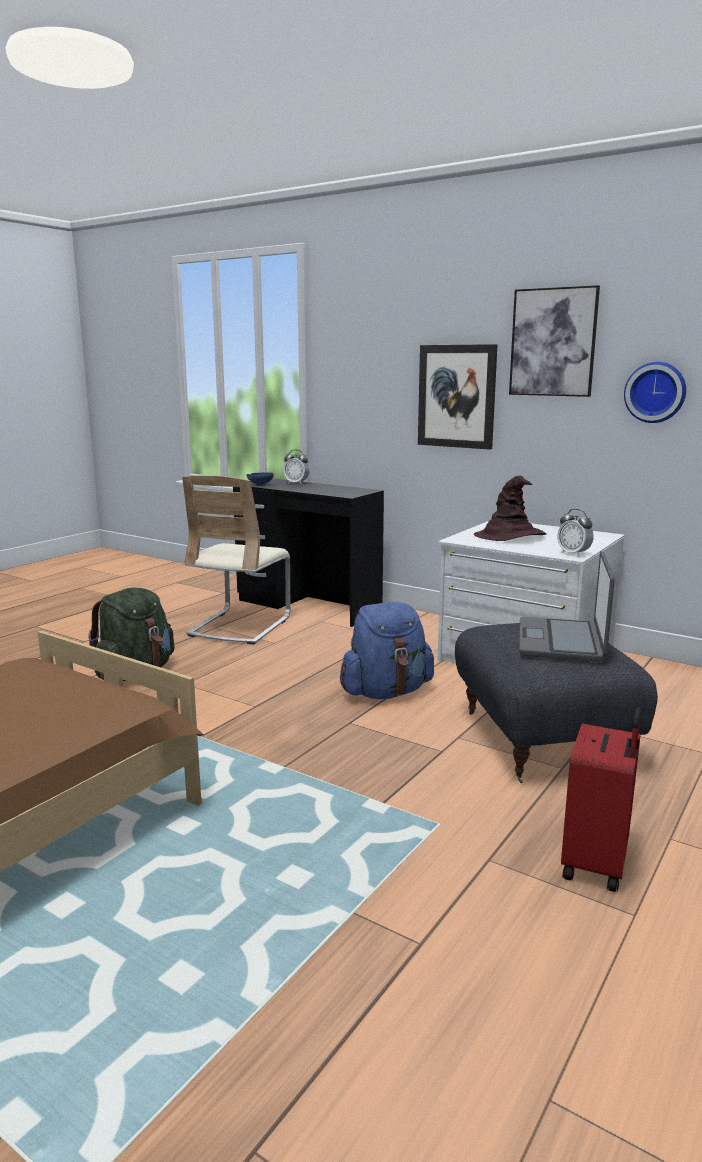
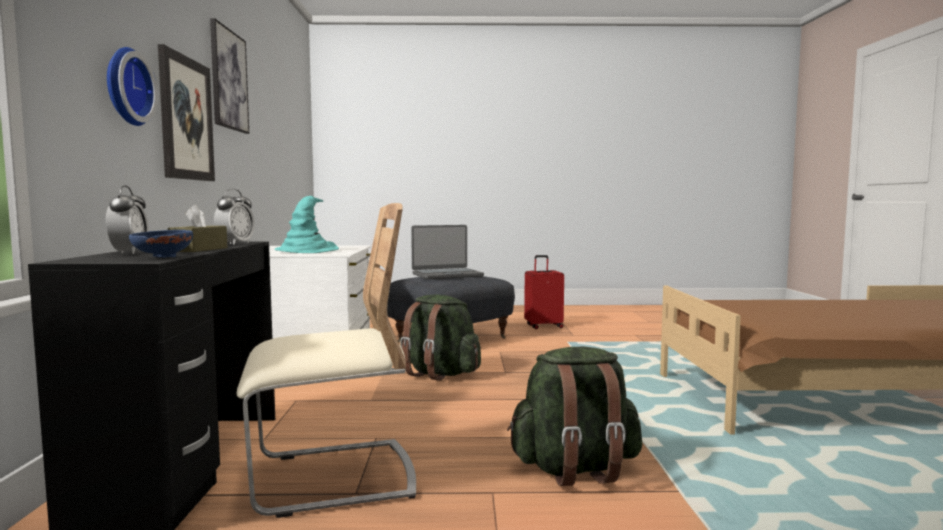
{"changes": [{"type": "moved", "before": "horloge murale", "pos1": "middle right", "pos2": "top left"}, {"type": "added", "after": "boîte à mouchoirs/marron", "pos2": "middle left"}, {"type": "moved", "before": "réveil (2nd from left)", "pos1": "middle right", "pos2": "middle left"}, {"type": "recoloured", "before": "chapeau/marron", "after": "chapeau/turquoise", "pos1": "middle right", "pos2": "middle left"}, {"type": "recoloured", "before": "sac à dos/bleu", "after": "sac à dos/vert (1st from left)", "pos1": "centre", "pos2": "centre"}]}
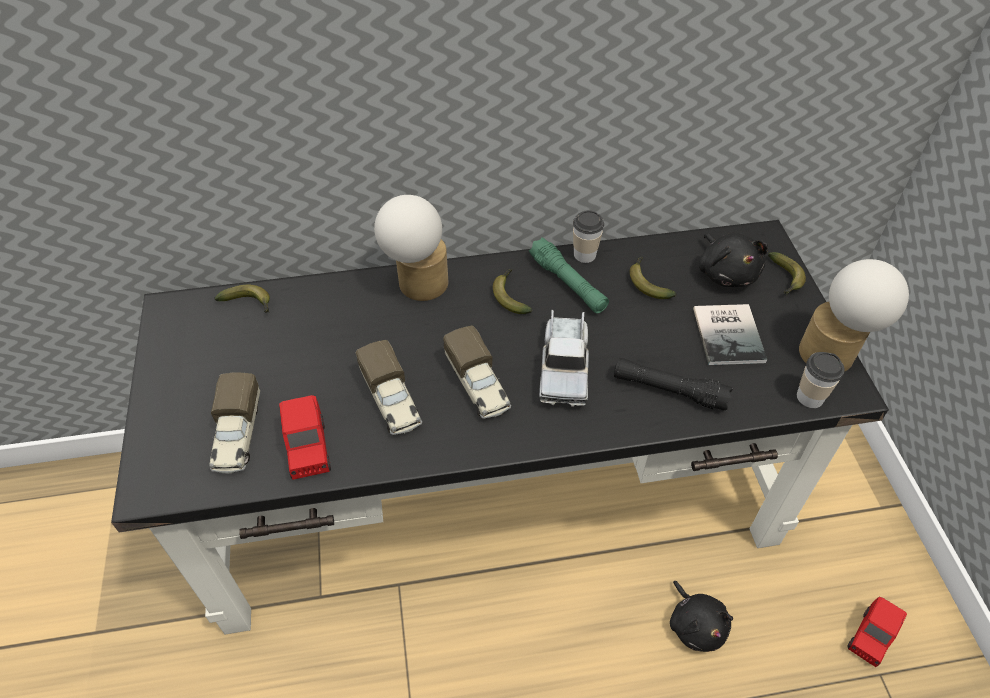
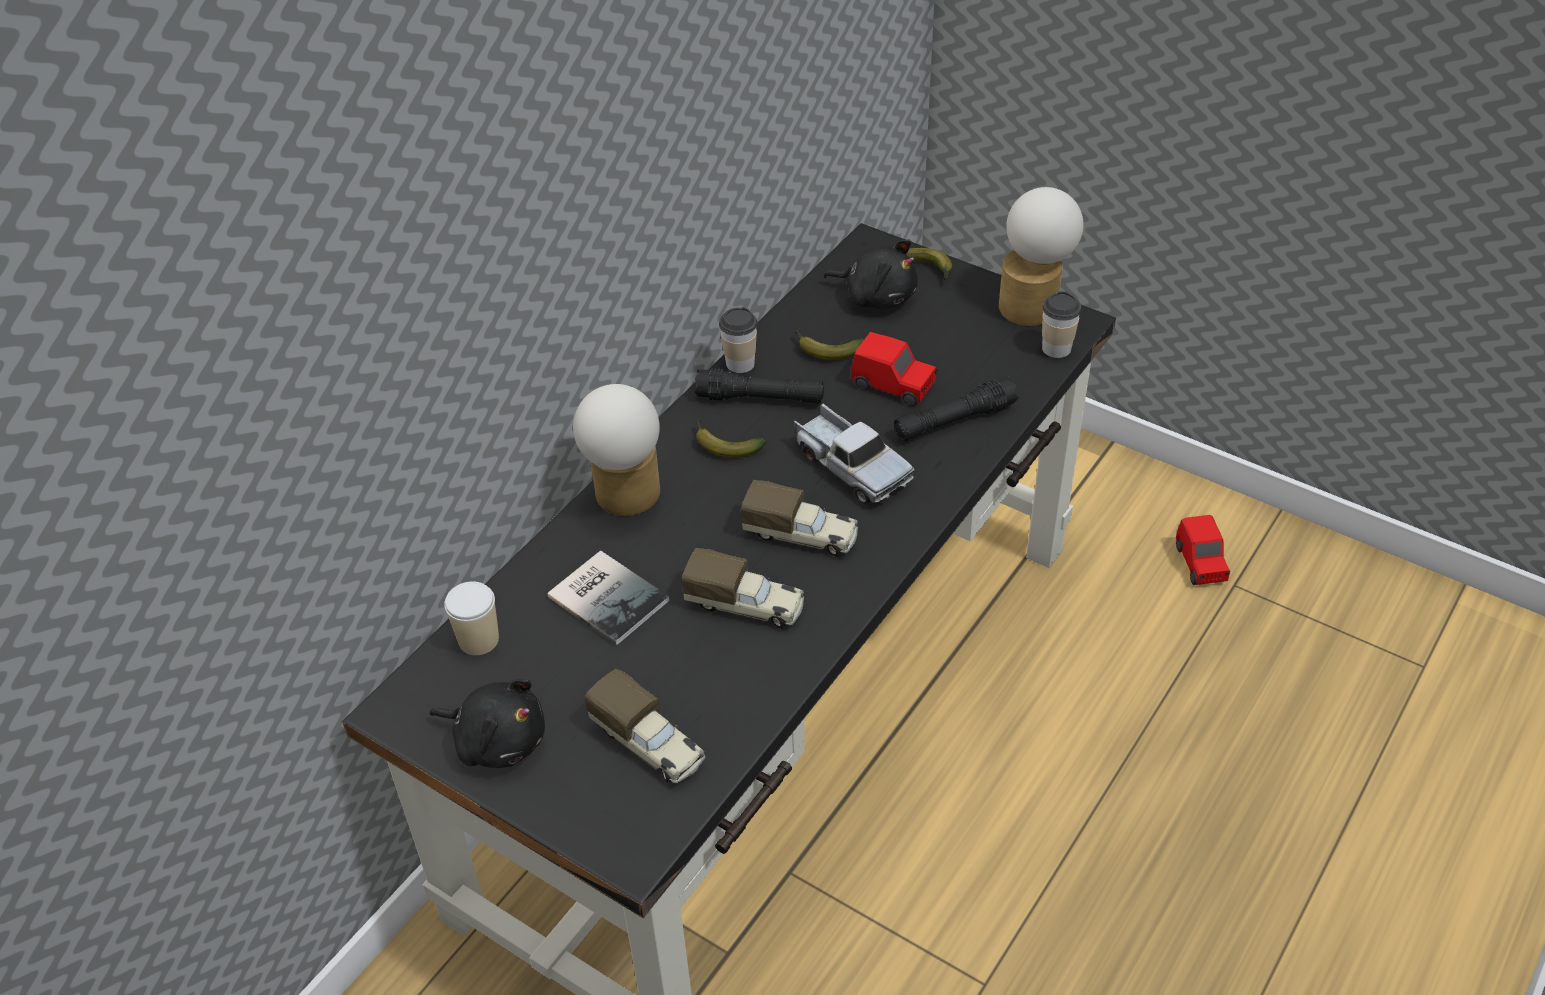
{"changes": [{"type": "moved", "before": "peluche/noir (1st from left)", "pos1": "bottom right", "pos2": "bottom left"}, {"type": "replaced", "before": "banane (1st from left)", "after": "tasse (1st from left)", "pos1": "middle left", "pos2": "middle left"}, {"type": "moved", "before": "livre", "pos1": "middle right", "pos2": "centre"}, {"type": "recoloured", "before": "lampe de poche/vert", "after": "lampe de poche/noir (1st from left)", "pos1": "centre", "pos2": "centre"}, {"type": "moved", "before": "petite voiture/rouge (1st from left)", "pos1": "middle left", "pos2": "centre"}]}
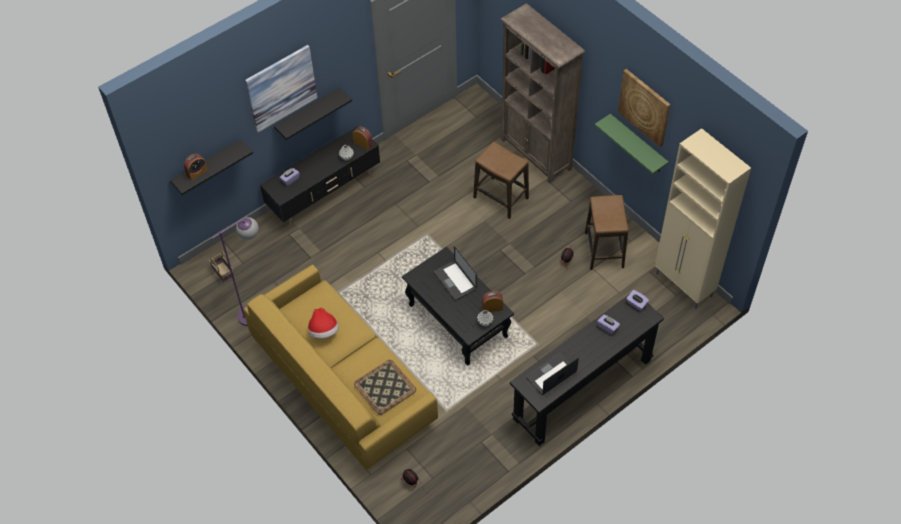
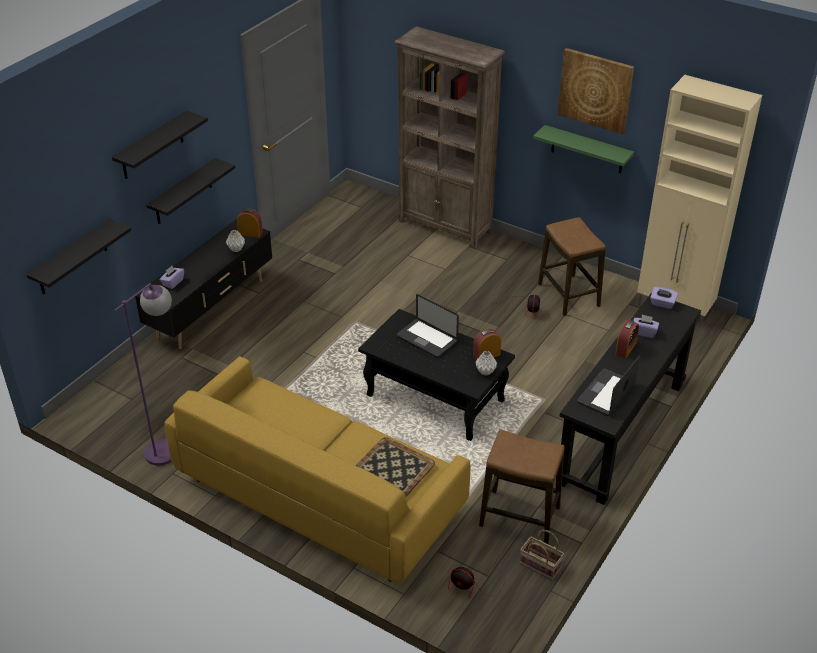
{"changes": [{"type": "replaced", "before": "tableau (1st from left)", "after": "étagère/noir (2nd from left)", "pos1": "top left", "pos2": "top left"}, {"type": "moved", "before": "tabouret (1st from left)", "pos1": "centre", "pos2": "bottom centre"}, {"type": "moved", "before": "panier", "pos1": "middle left", "pos2": "bottom centre"}, {"type": "moved", "before": "réveil (1st from left in the first image)", "after": "réveil (3rd from left)", "pos1": "top left", "pos2": "middle right"}, {"type": "removed", "before": "chapeau", "pos1": "centre"}]}
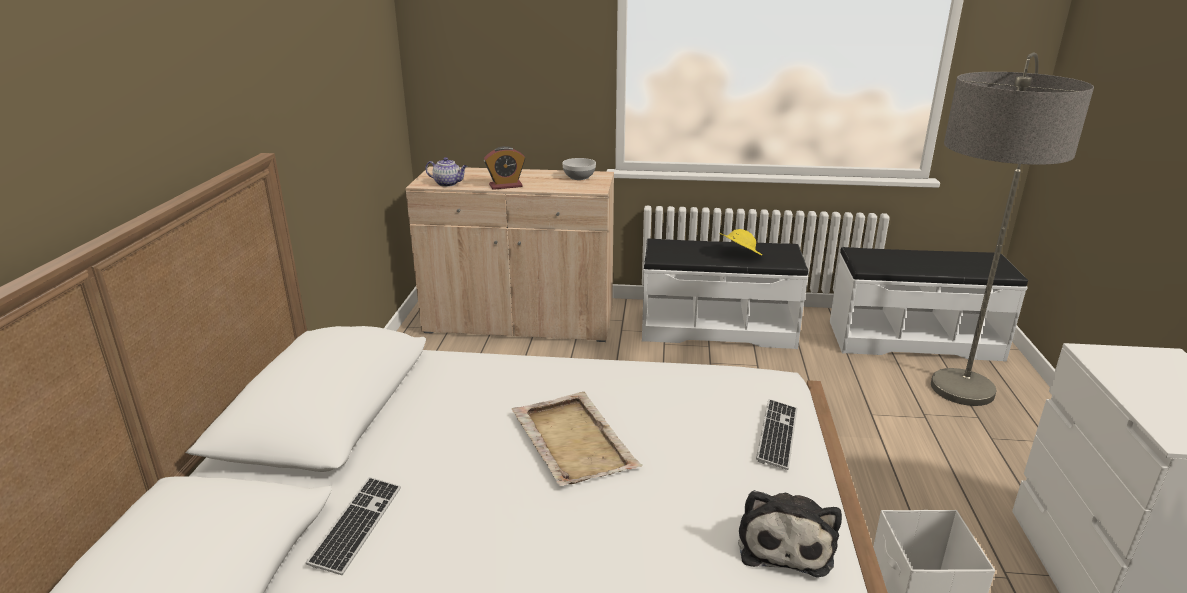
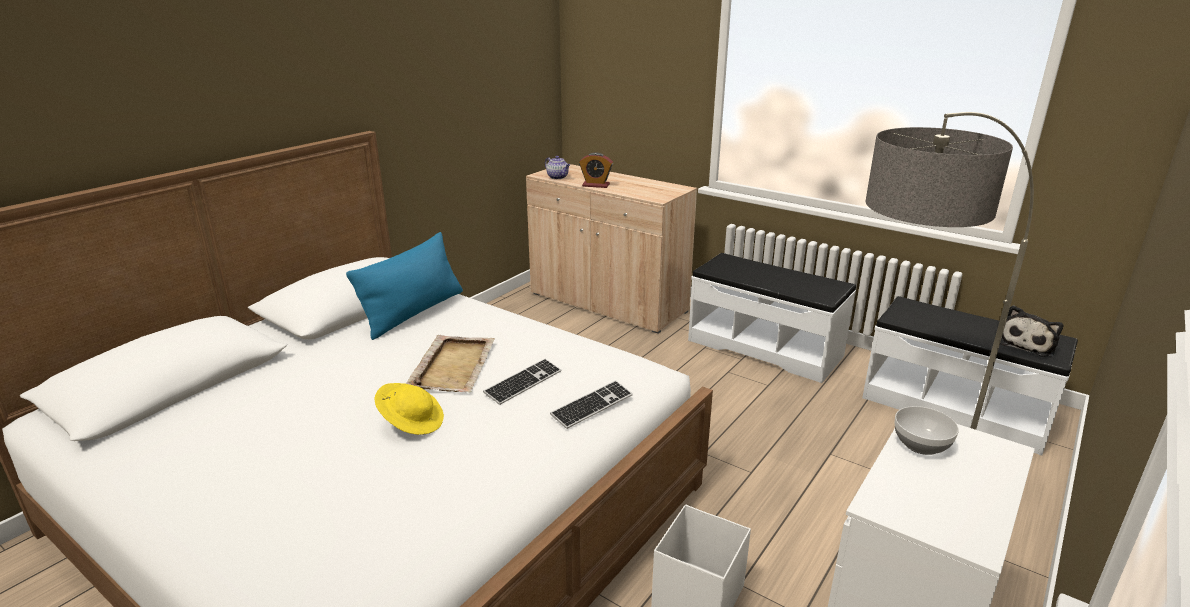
{"changes": [{"type": "added", "after": "coussin/bleu", "pos2": "centre"}, {"type": "moved", "before": "chapeau/jaune", "pos1": "centre", "pos2": "bottom centre"}, {"type": "moved", "before": "clavier (1st from left)", "pos1": "bottom left", "pos2": "centre"}, {"type": "moved", "before": "bol", "pos1": "top centre", "pos2": "bottom right"}, {"type": "moved", "before": "peluche", "pos1": "bottom centre", "pos2": "middle right"}]}
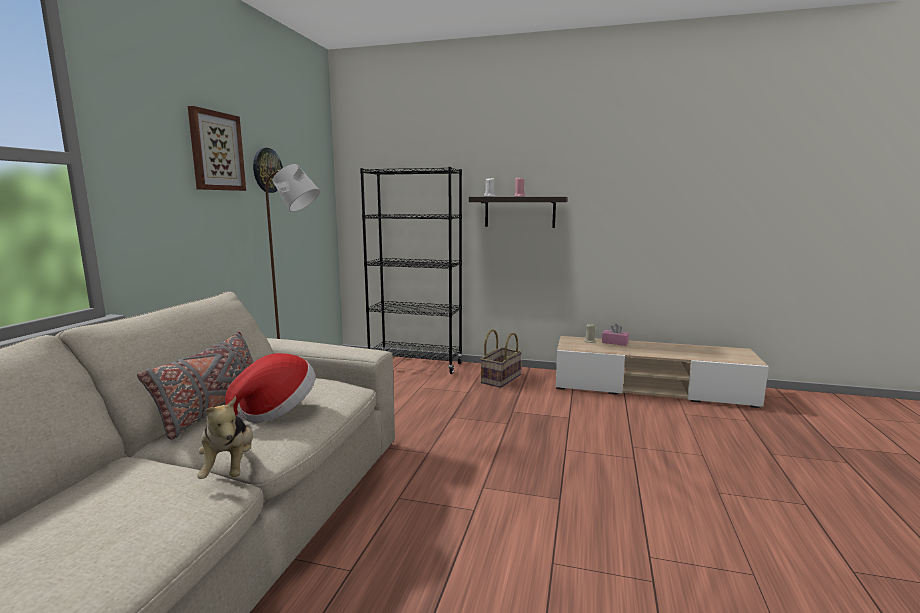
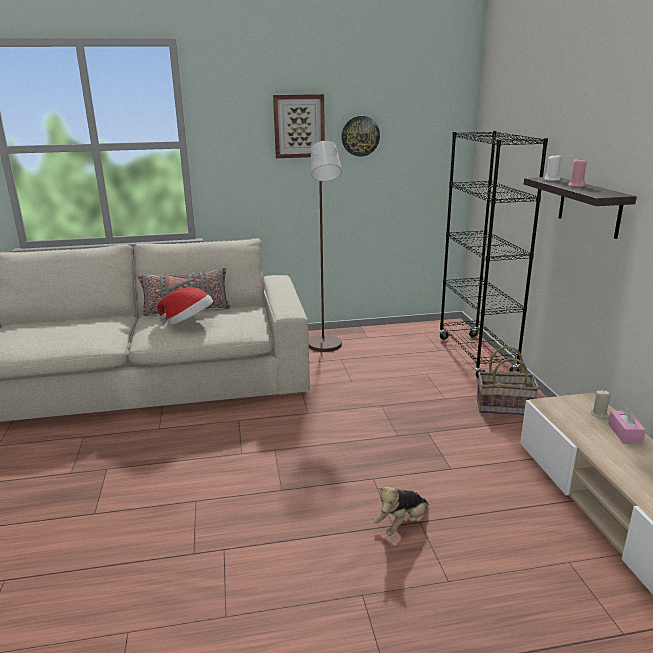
{"changes": [{"type": "moved", "before": "peluche", "pos1": "bottom left", "pos2": "bottom centre"}]}
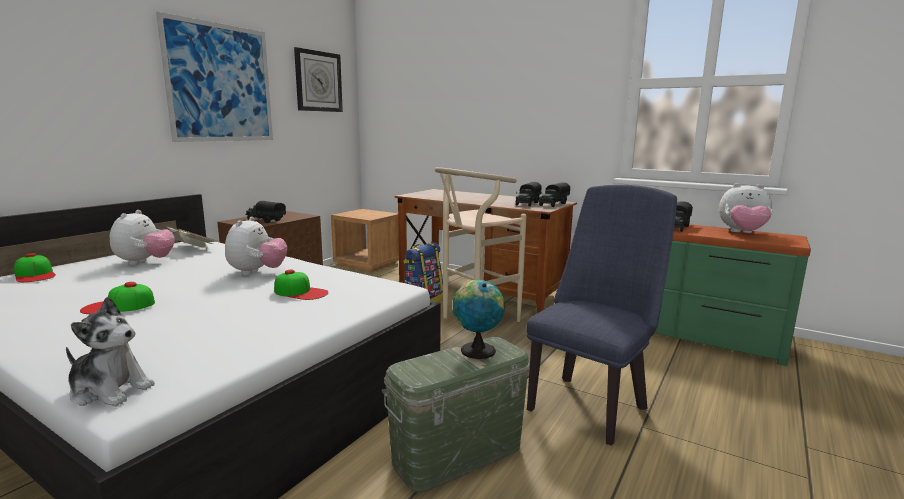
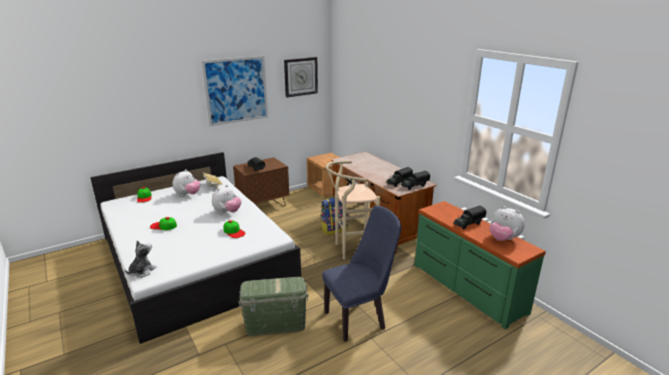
{"changes": [{"type": "turned", "before": "peluche (1st from left)", "pos1": "bottom left", "pos2": "bottom left", "turn": -105}, {"type": "removed", "before": "globe", "pos1": "centre"}]}
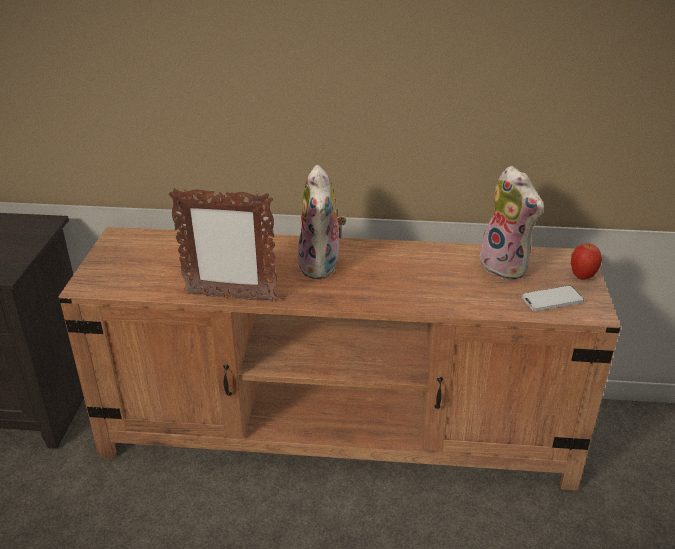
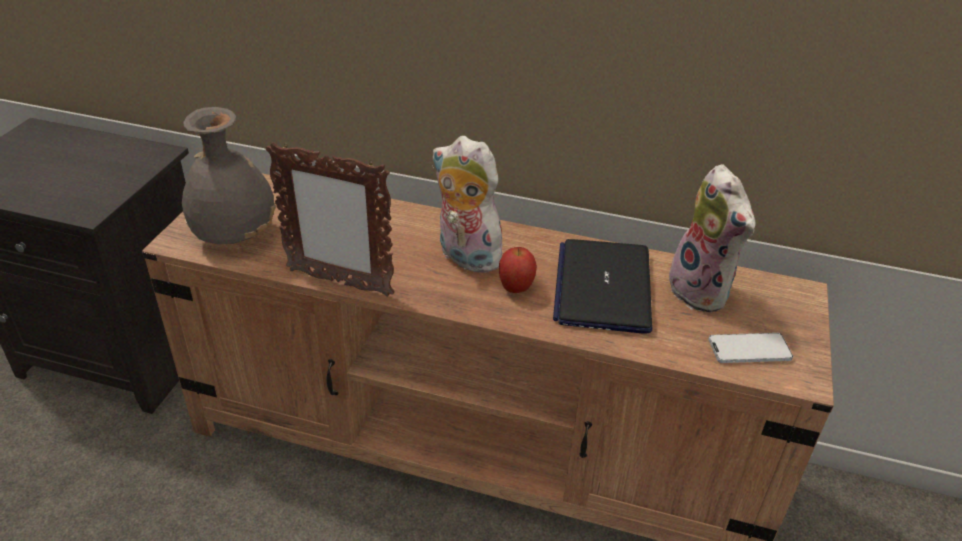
{"changes": [{"type": "added", "after": "vase/gris", "pos2": "top left"}, {"type": "turned", "before": "peluche (1st from left)", "pos1": "centre", "pos2": "centre", "turn": 120}, {"type": "moved", "before": "pomme", "pos1": "middle right", "pos2": "centre"}, {"type": "added", "after": "ordinateur portable", "pos2": "centre"}]}
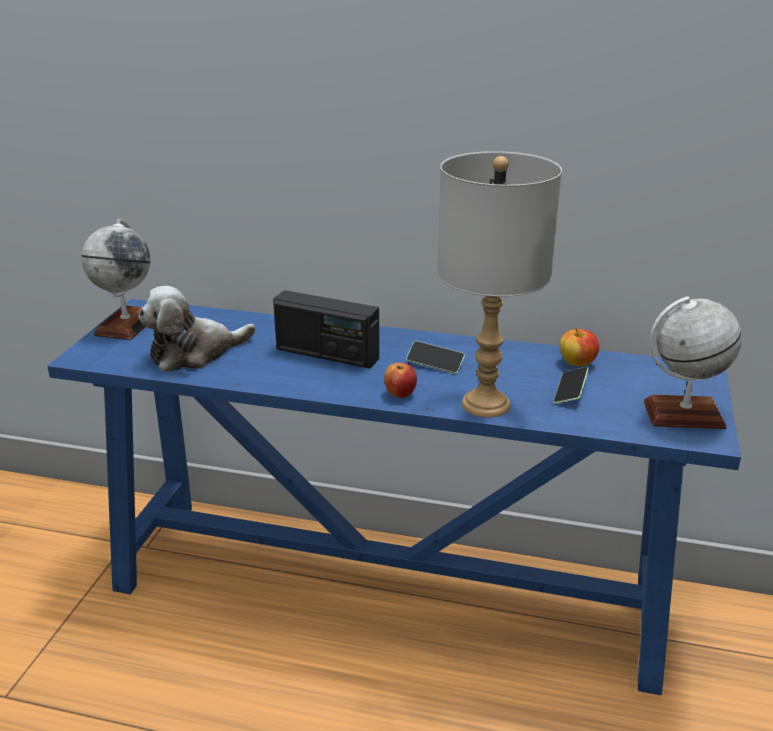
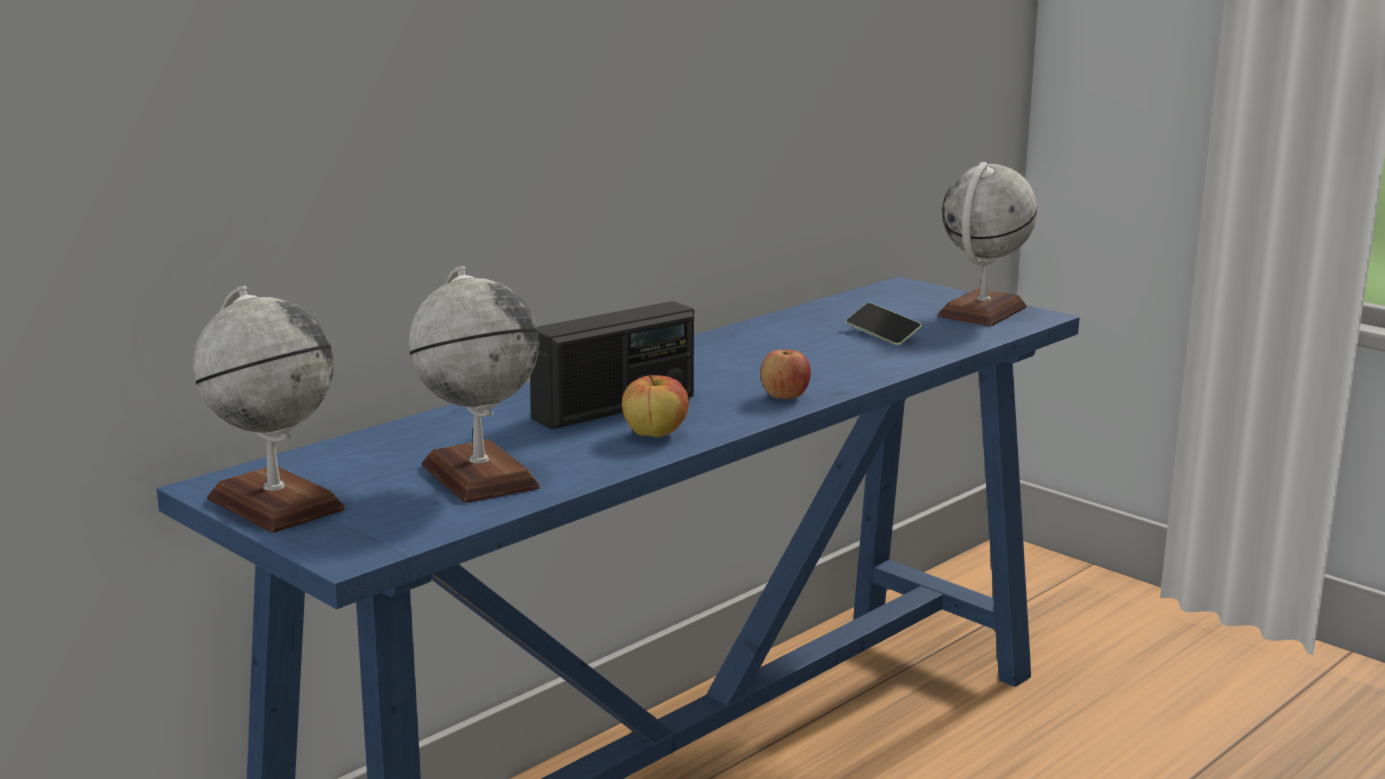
{"changes": [{"type": "replaced", "before": "peluche", "after": "globe (2nd from left)", "pos1": "middle left", "pos2": "centre"}, {"type": "moved", "before": "pomme (2nd from left in the first image)", "after": "pomme (1st from left)", "pos1": "middle right", "pos2": "centre"}, {"type": "removed", "before": "téléphone (1st from left)", "pos1": "centre"}, {"type": "removed", "before": "lampe de table/gris", "pos1": "centre"}]}
